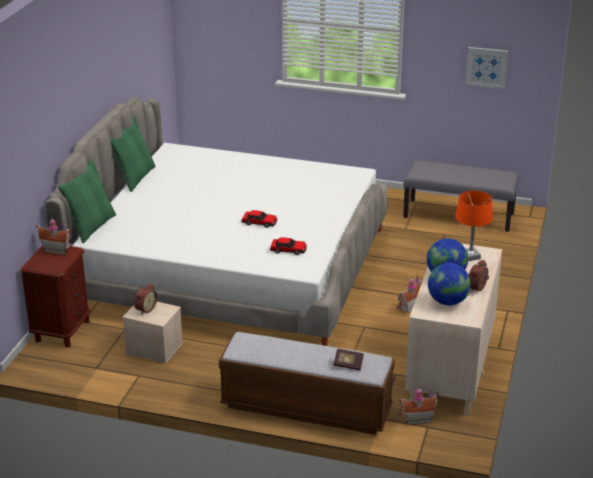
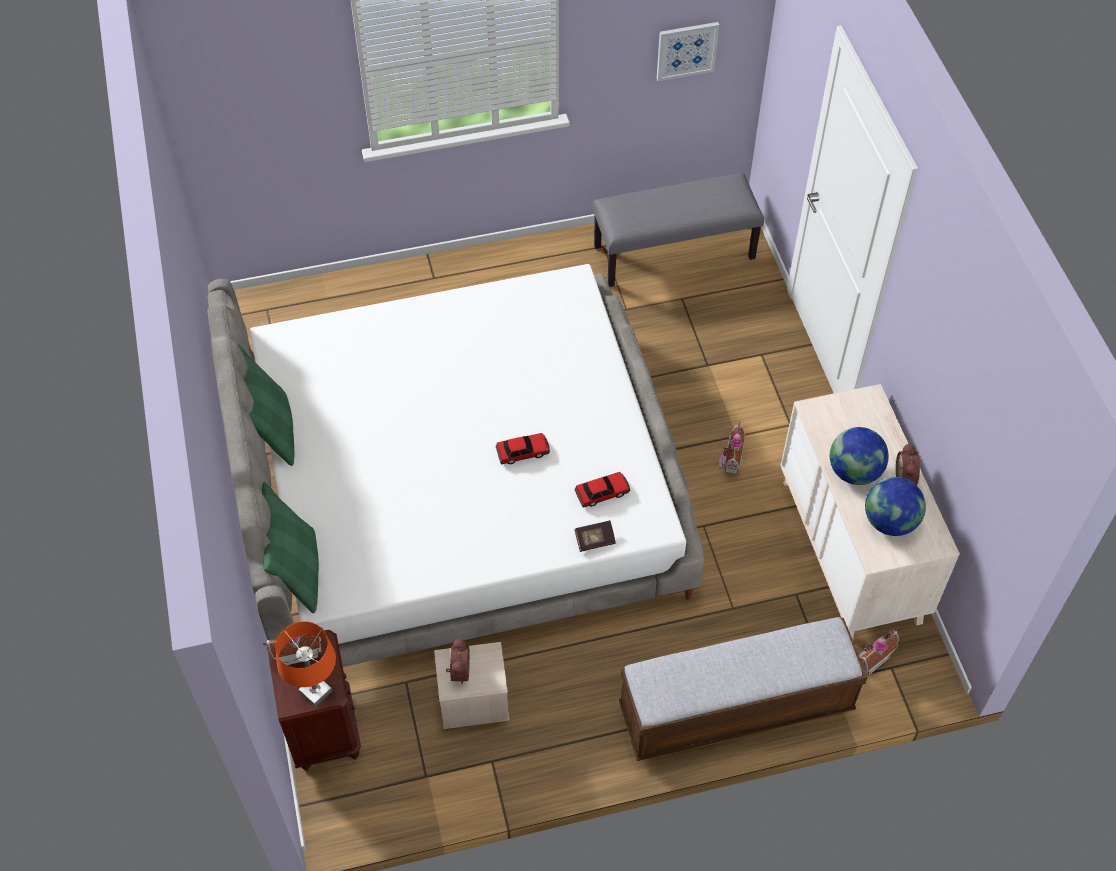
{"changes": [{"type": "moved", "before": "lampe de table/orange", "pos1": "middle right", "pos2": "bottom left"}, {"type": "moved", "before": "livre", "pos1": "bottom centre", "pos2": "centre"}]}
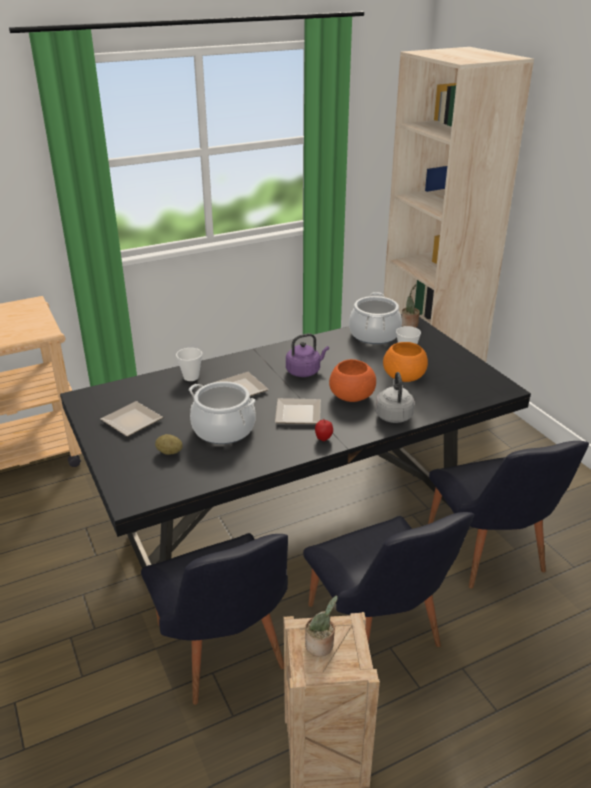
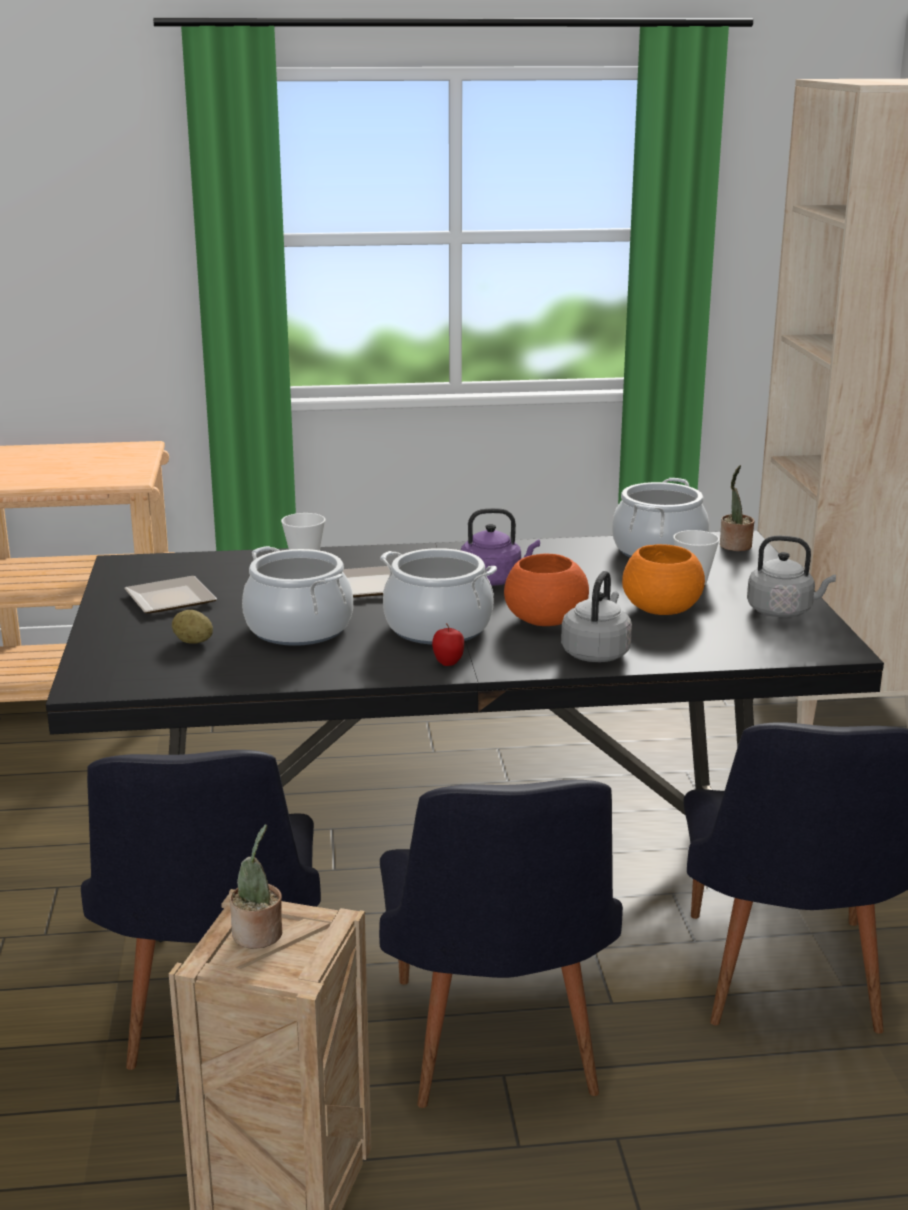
{"changes": [{"type": "replaced", "before": "assiette (3rd from left)", "after": "marmite (2nd from left)", "pos1": "centre", "pos2": "centre"}, {"type": "added", "after": "bouilloire/gris (2nd from left)", "pos2": "middle right"}]}
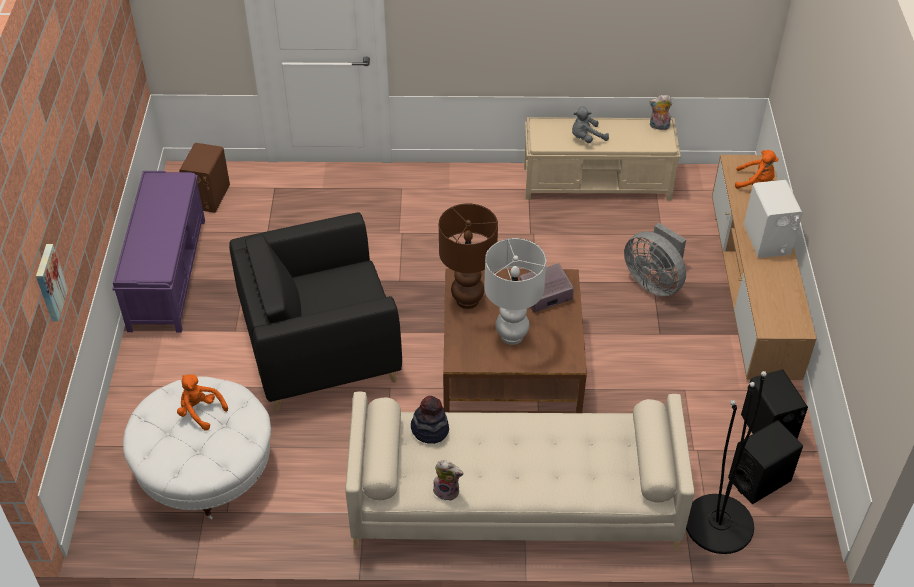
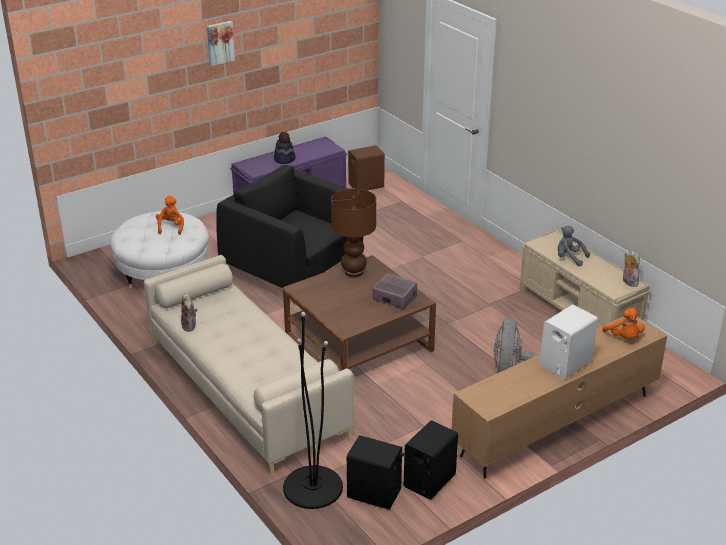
{"changes": [{"type": "moved", "before": "tableau", "pos1": "middle left", "pos2": "top left"}, {"type": "moved", "before": "chapeau", "pos1": "bottom centre", "pos2": "top centre"}, {"type": "removed", "before": "lampe de table/blanc", "pos1": "centre"}]}
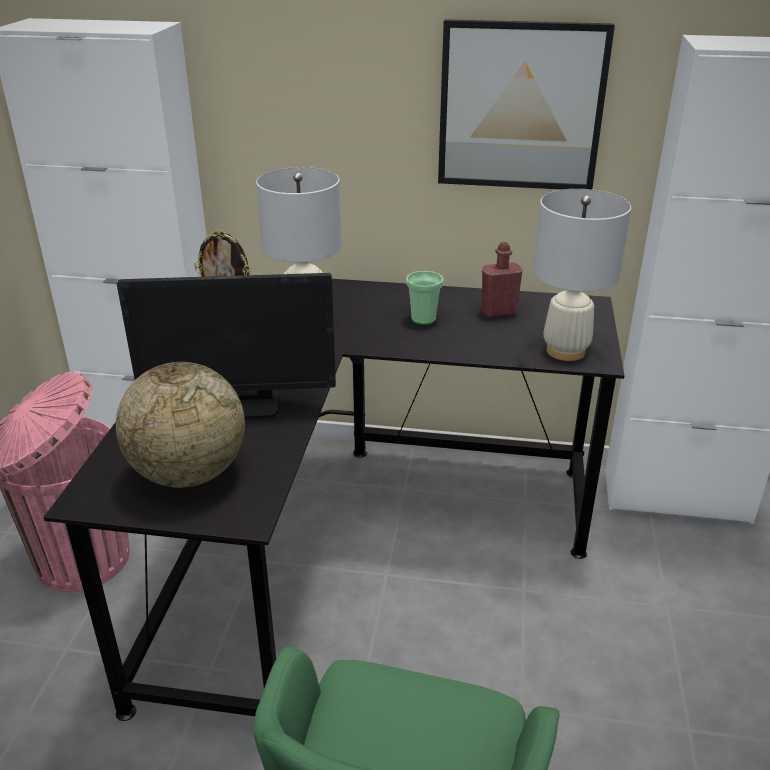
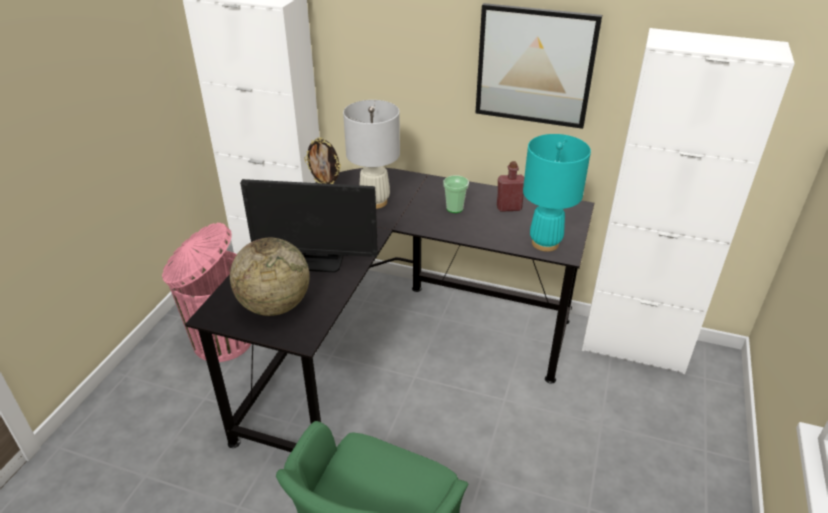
{"changes": [{"type": "recoloured", "before": "lampe de table/blanc (2nd from left)", "after": "lampe de table/turquoise", "pos1": "middle right", "pos2": "middle right"}]}
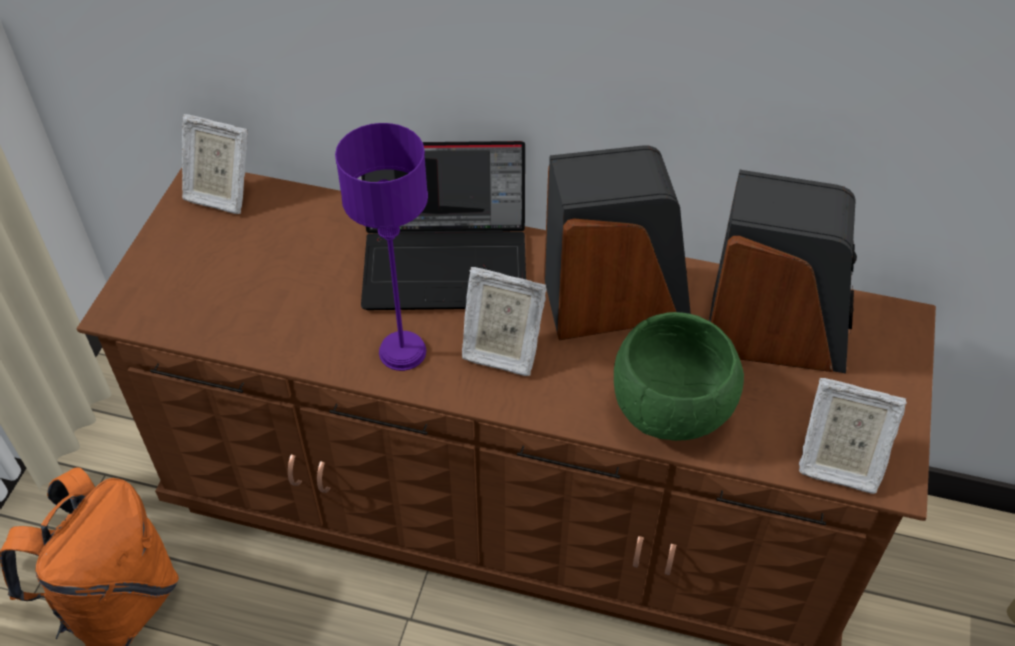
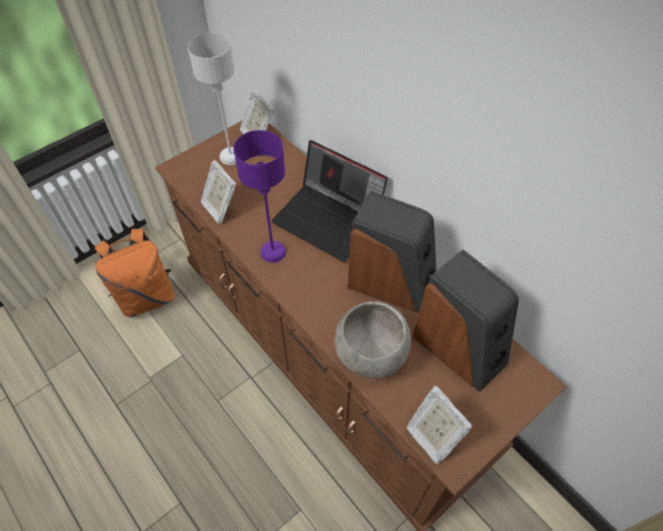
{"changes": [{"type": "added", "after": "lampe de table/gris", "pos2": "top left"}, {"type": "moved", "before": "cadre photo (2nd from left in the first image)", "after": "cadre photo (1st from left)", "pos1": "centre", "pos2": "middle left"}, {"type": "recoloured", "before": "bol/vert", "after": "bol/gris", "pos1": "middle right", "pos2": "centre"}]}
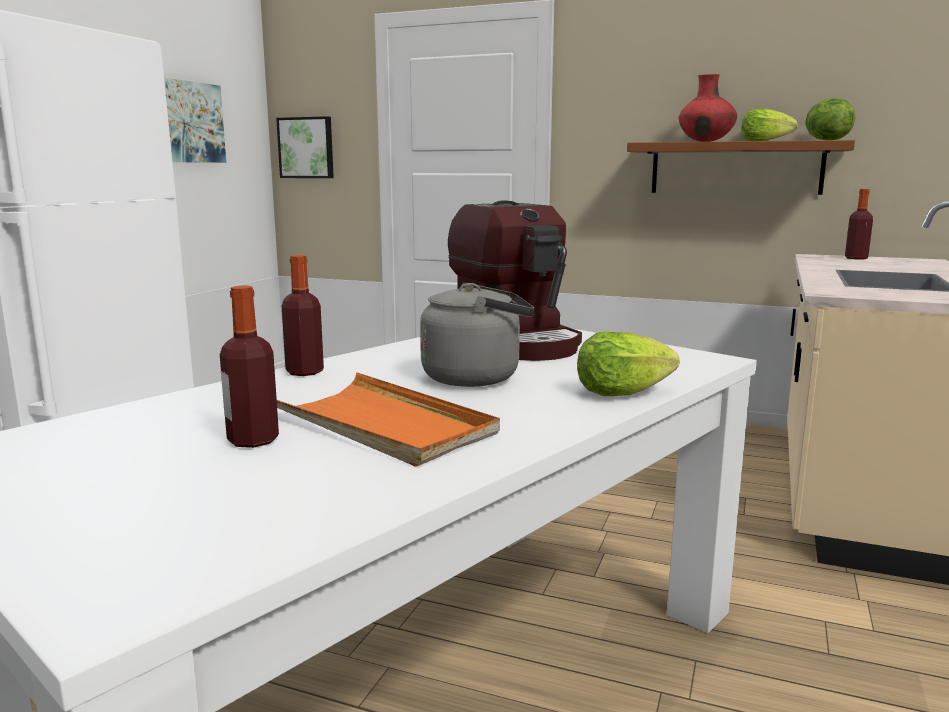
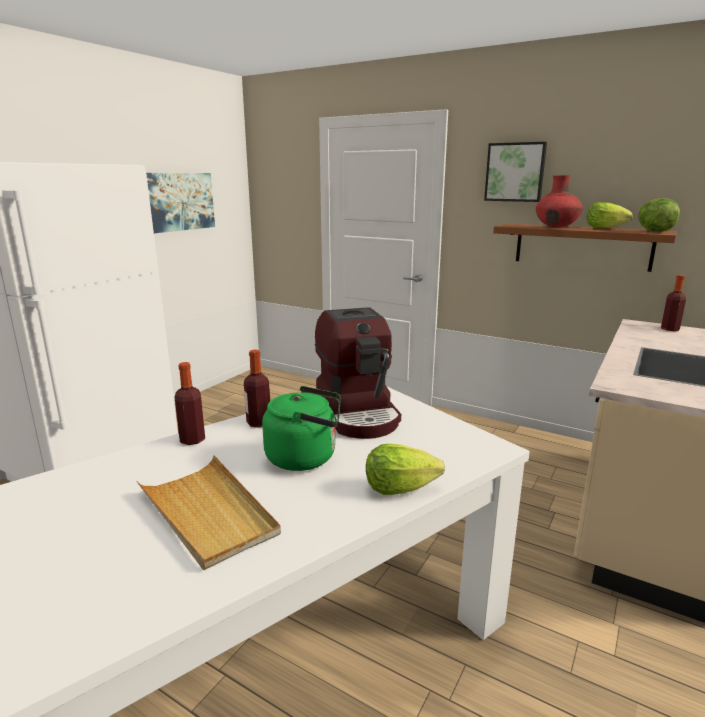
{"changes": [{"type": "recoloured", "before": "plateau/orange", "after": "plateau/beige", "pos1": "centre", "pos2": "bottom left"}, {"type": "moved", "before": "bouteille (1st from left in the first image)", "after": "bouteille (2nd from left)", "pos1": "middle left", "pos2": "centre"}, {"type": "recoloured", "before": "bouilloire/gris", "after": "bouilloire/vert", "pos1": "centre", "pos2": "centre"}, {"type": "moved", "before": "tableau (2nd from left)", "pos1": "top left", "pos2": "top right"}]}
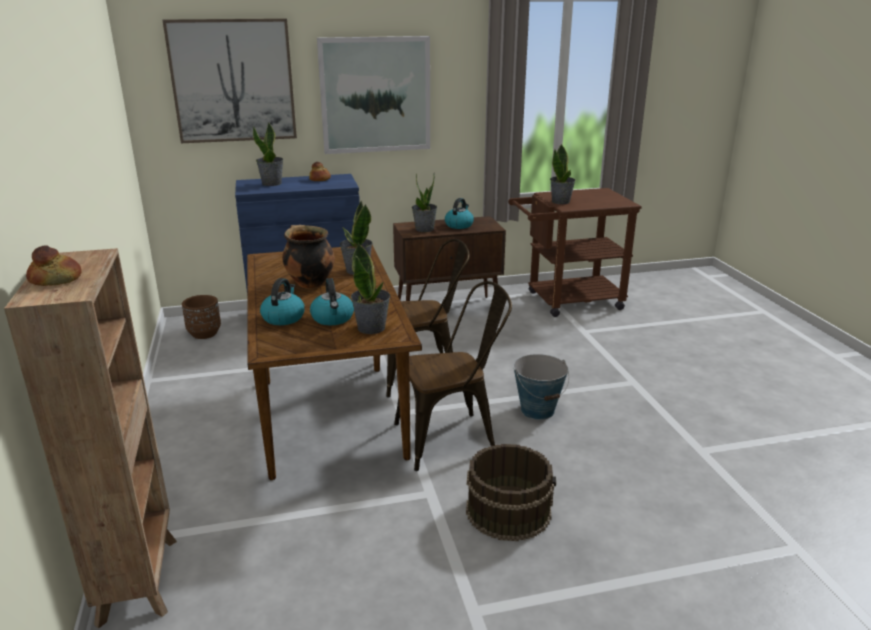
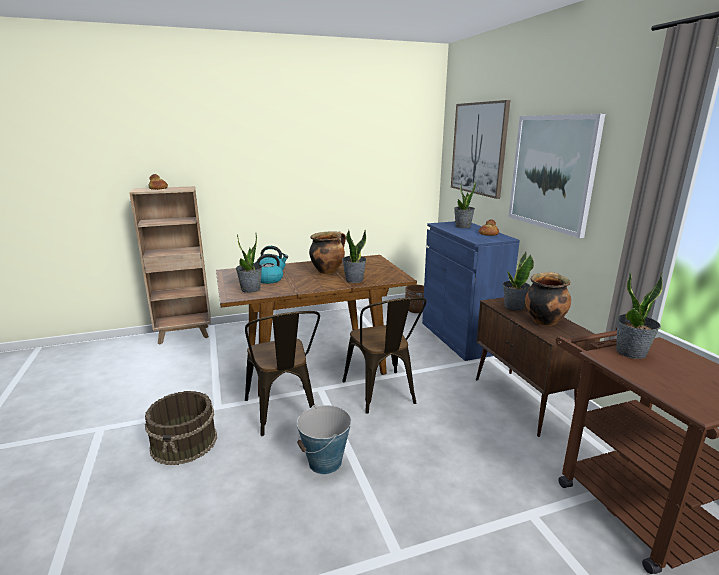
{"changes": [{"type": "replaced", "before": "bouilloire (3rd from left)", "after": "marmite (2nd from left)", "pos1": "centre", "pos2": "middle right"}]}
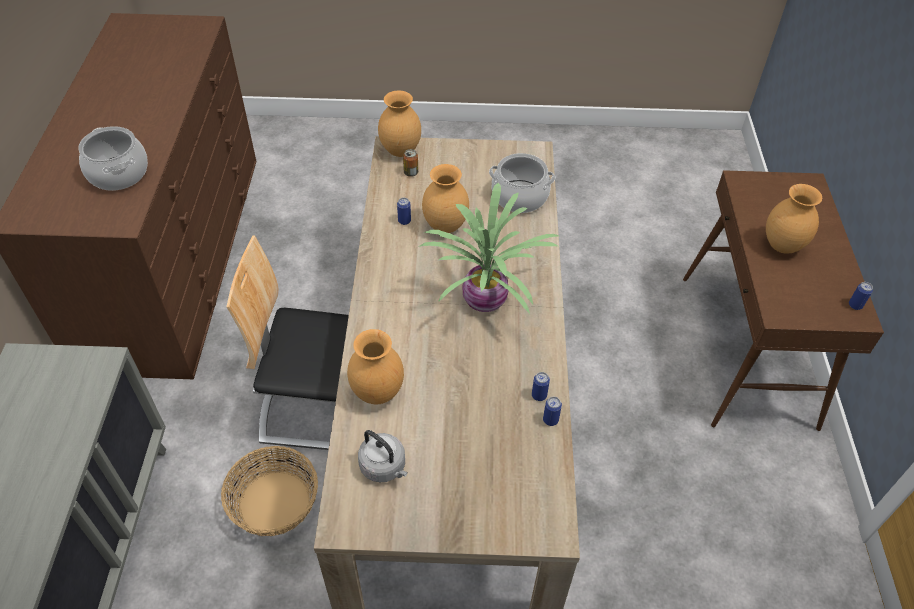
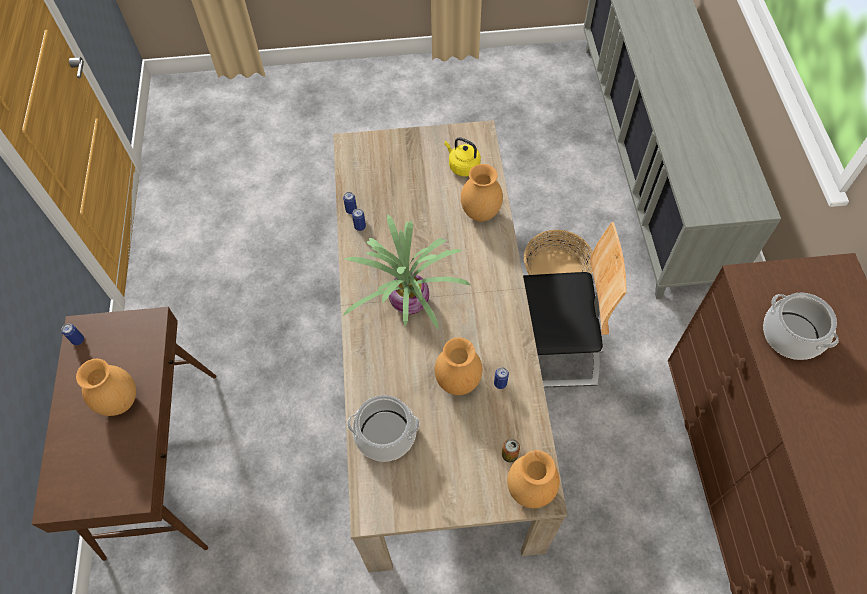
{"changes": [{"type": "recoloured", "before": "bouilloire/gris", "after": "bouilloire/jaune", "pos1": "bottom centre", "pos2": "top centre"}]}
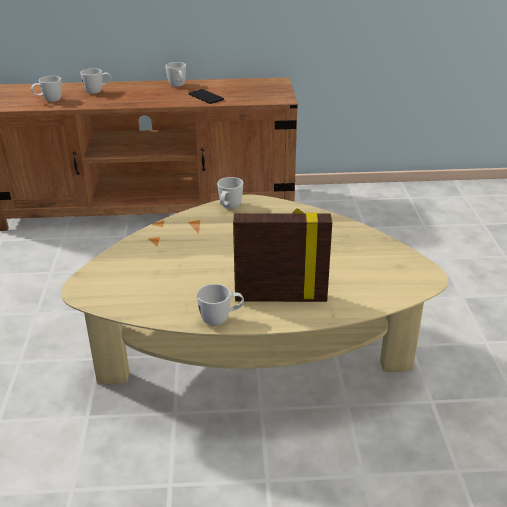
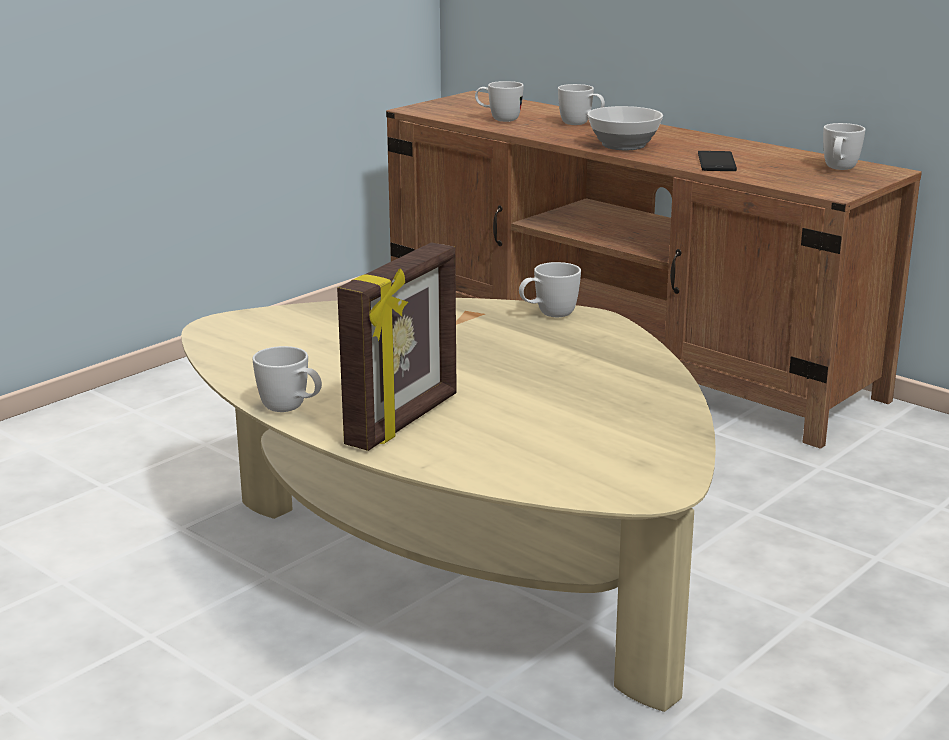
{"changes": [{"type": "turned", "before": "cadre photo", "pos1": "centre", "pos2": "centre", "turn": 75}, {"type": "added", "after": "bol", "pos2": "top centre"}, {"type": "moved", "before": "mug/blanc (3rd from left in the first image)", "after": "mug/blanc (5th from left)", "pos1": "top centre", "pos2": "top right"}]}
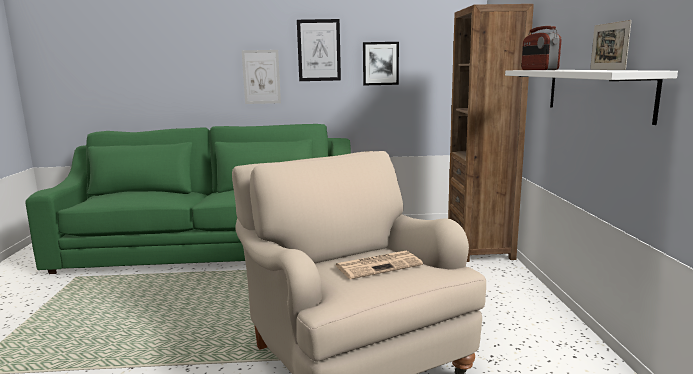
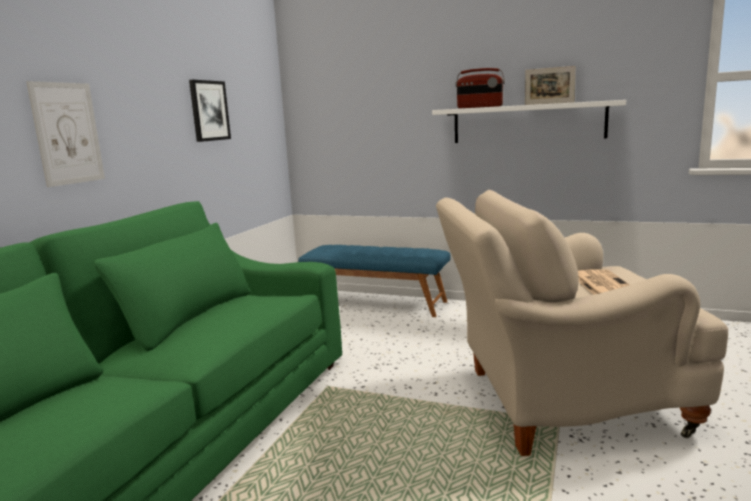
{"changes": [{"type": "replaced", "before": "bibliothèque/marron", "after": "banc/bleu", "pos1": "middle right", "pos2": "centre"}, {"type": "removed", "before": "tableau (2nd from left)", "pos1": "top centre"}]}
